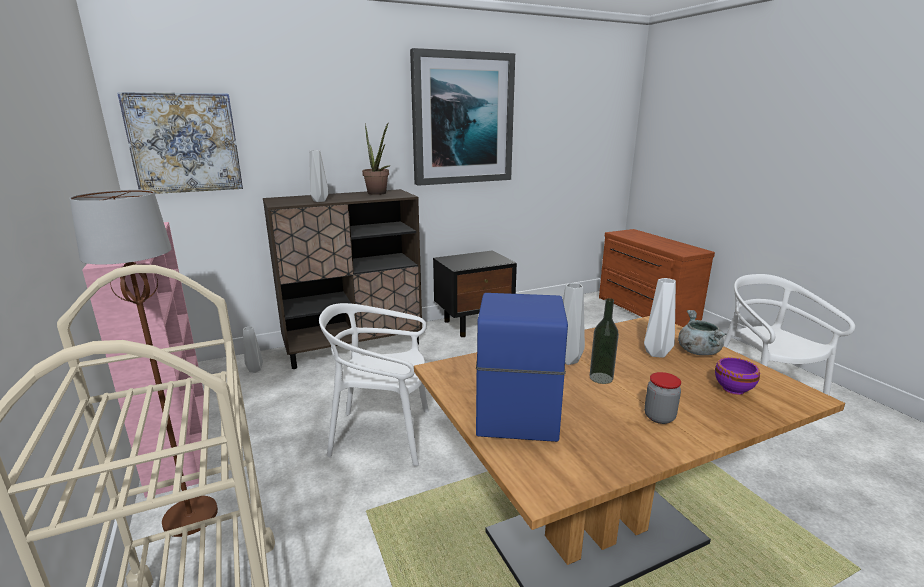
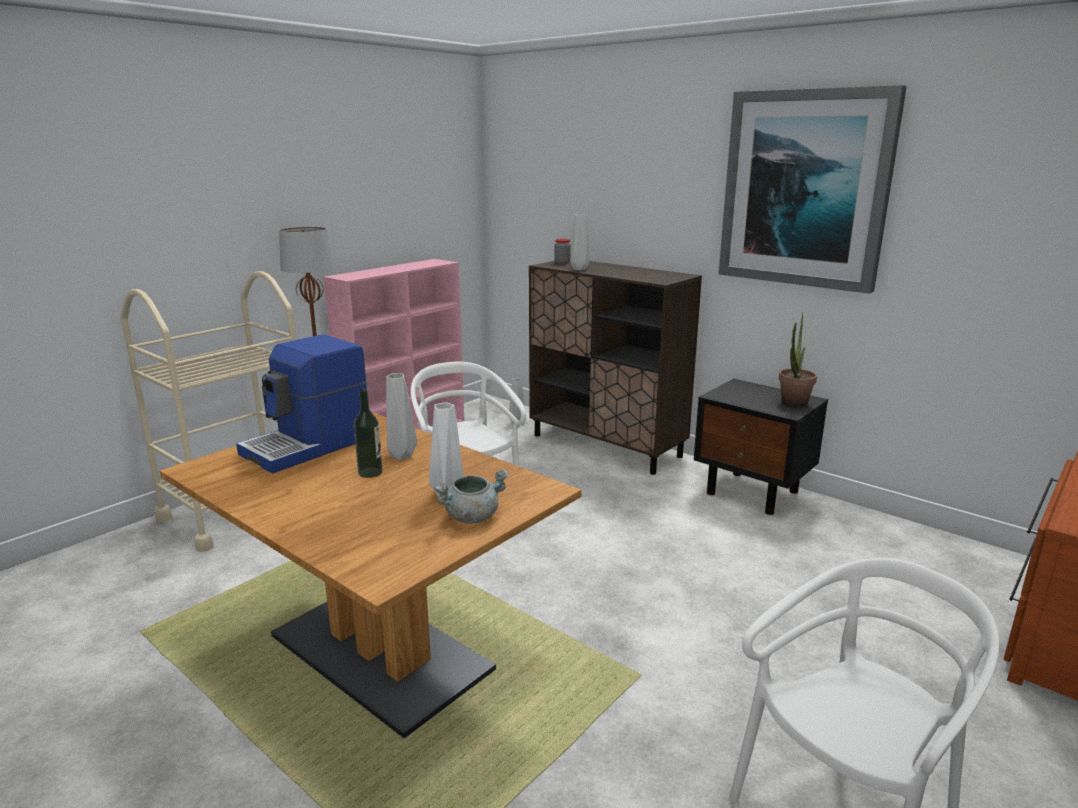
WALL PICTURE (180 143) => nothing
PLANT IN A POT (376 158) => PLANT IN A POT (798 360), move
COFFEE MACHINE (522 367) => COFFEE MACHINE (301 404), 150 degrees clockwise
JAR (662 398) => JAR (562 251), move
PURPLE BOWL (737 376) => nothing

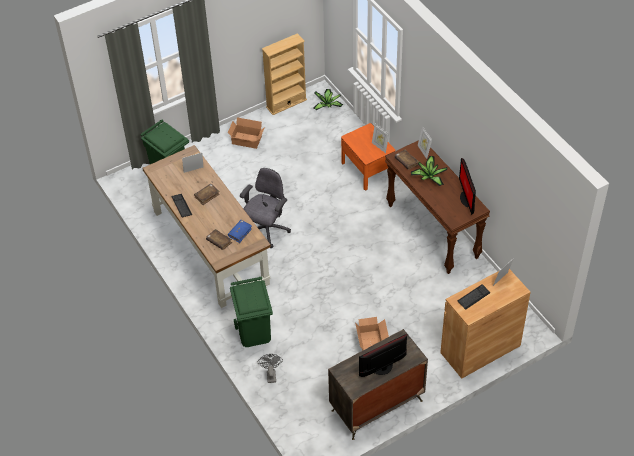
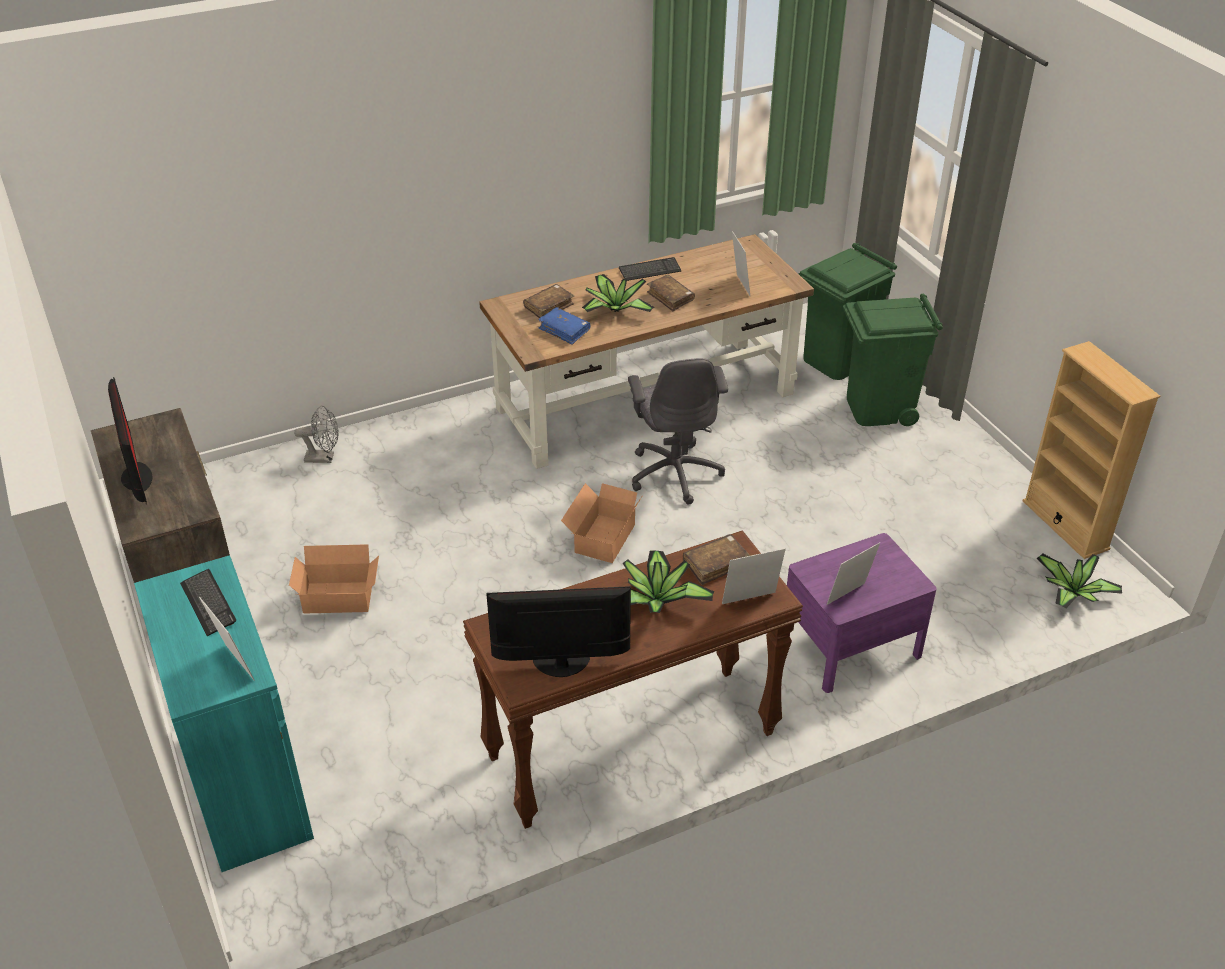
PACKING BOX (246 133) => PACKING BOX (602 523), move
GREENISH RUBBISH BIN (251 312) => GREENISH RUBBISH BIN (893 360), move
GREYISH DESK CHAIR (265 208) => GREYISH DESK CHAIR (678 431), 45 degrees clockwise
ORANGE BEDSIDE TABLE (368 156) => PURPLE BEDSIDE TABLE (862 613)
BROWNISH CABINET (485 324) => TURQUOISE CABINET (224 713)
nothing => PLANT IN A POT (618 293)

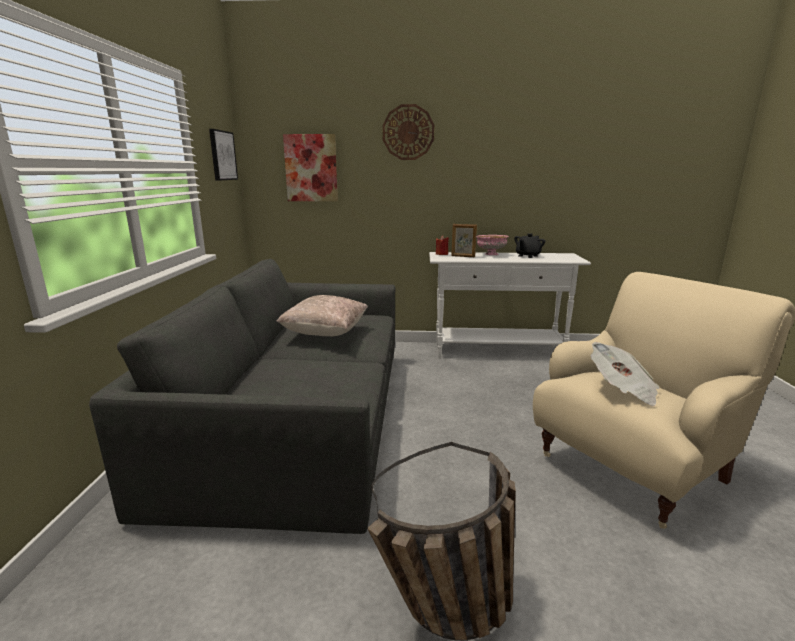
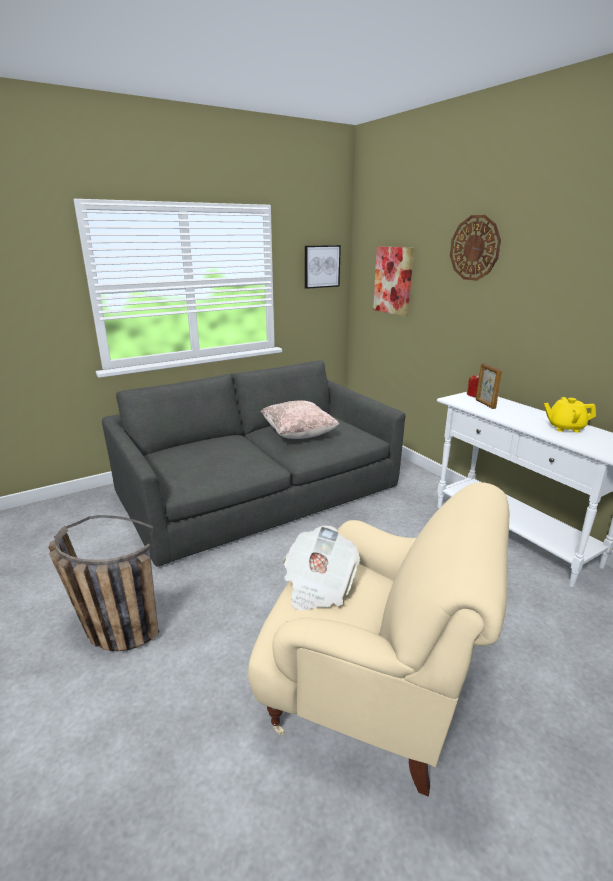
PINKISH BOWL (492 245) => nothing
BLACK TEA POT (529 245) => YELLOW TEA POT (570 415)

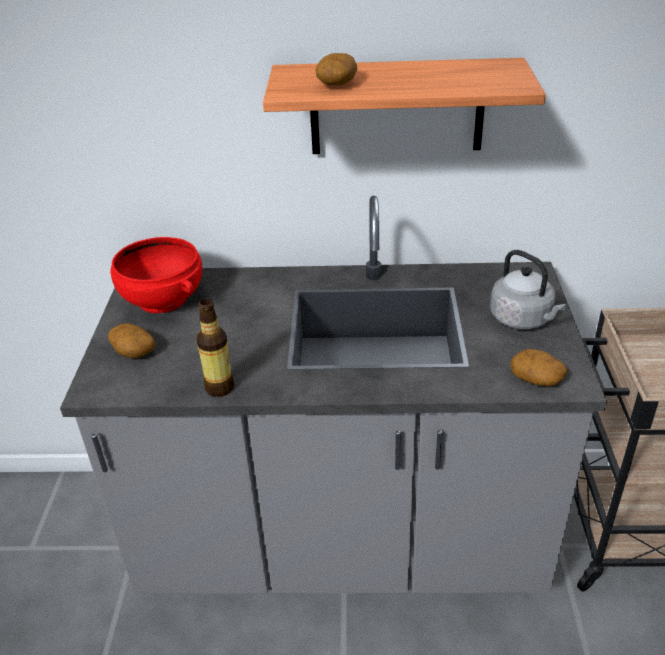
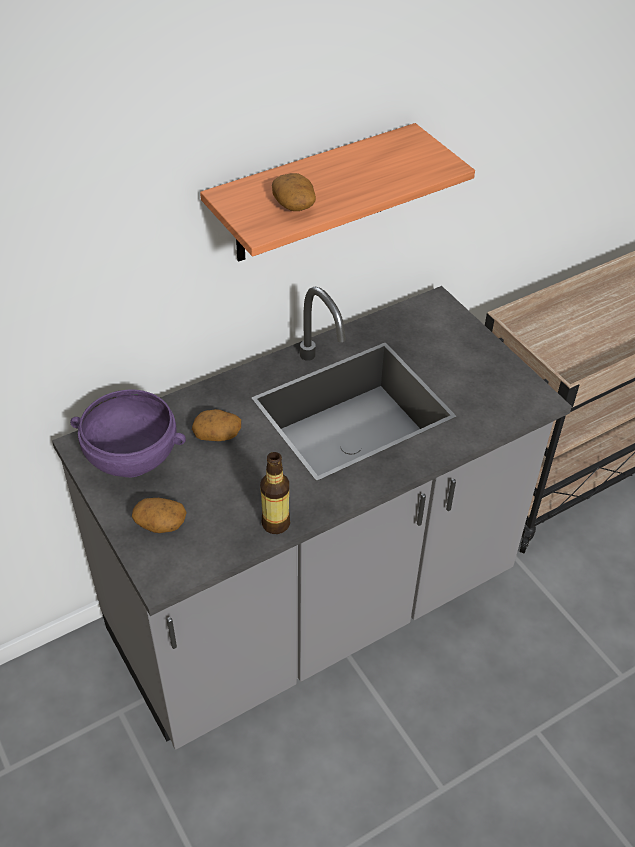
REDDISH BOWL (156 275) => PURPLE BOWL (128 433)
GREYISH KETTLE (528 289) => nothing
SPUD (538 367) => SPUD (216 425), move

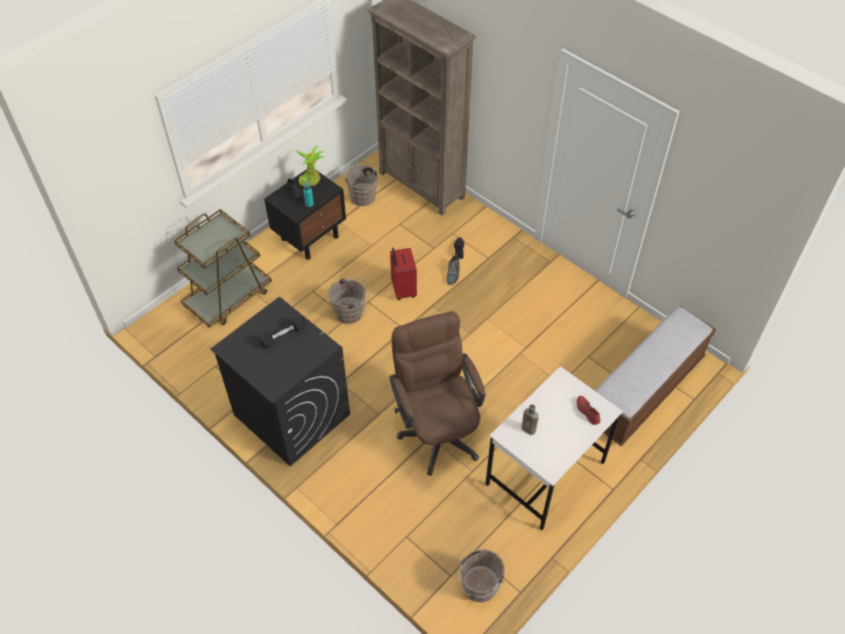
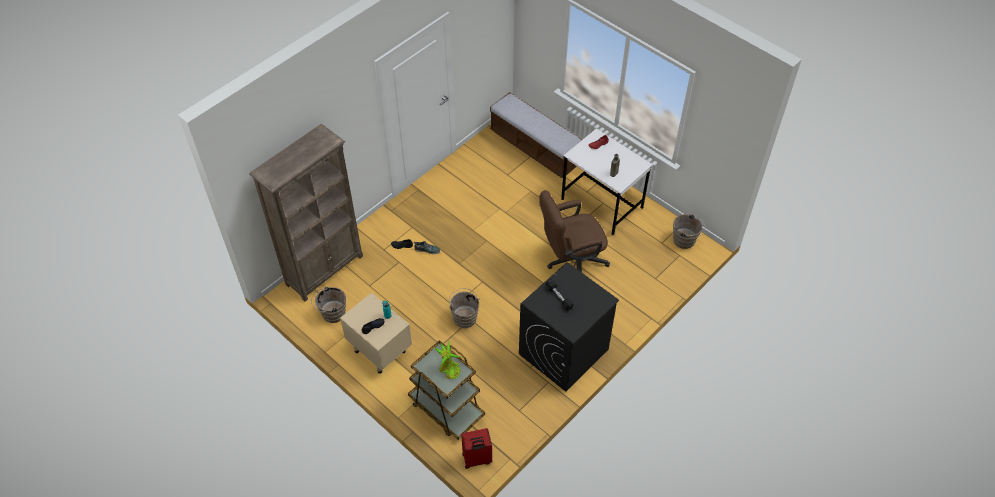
BLACK BEDSIDE TABLE (305 214) => BEIGE BEDSIDE TABLE (376 333)
PLANT IN A POT (310 166) => PLANT IN A POT (447 360), move
REDDISH SUITCASE (403 274) => REDDISH SUITCASE (476 448), move

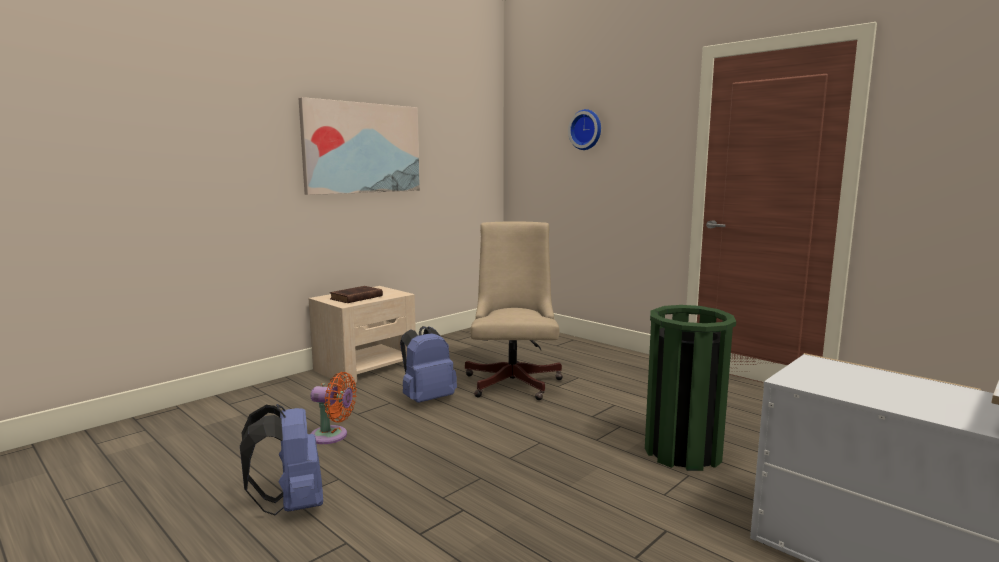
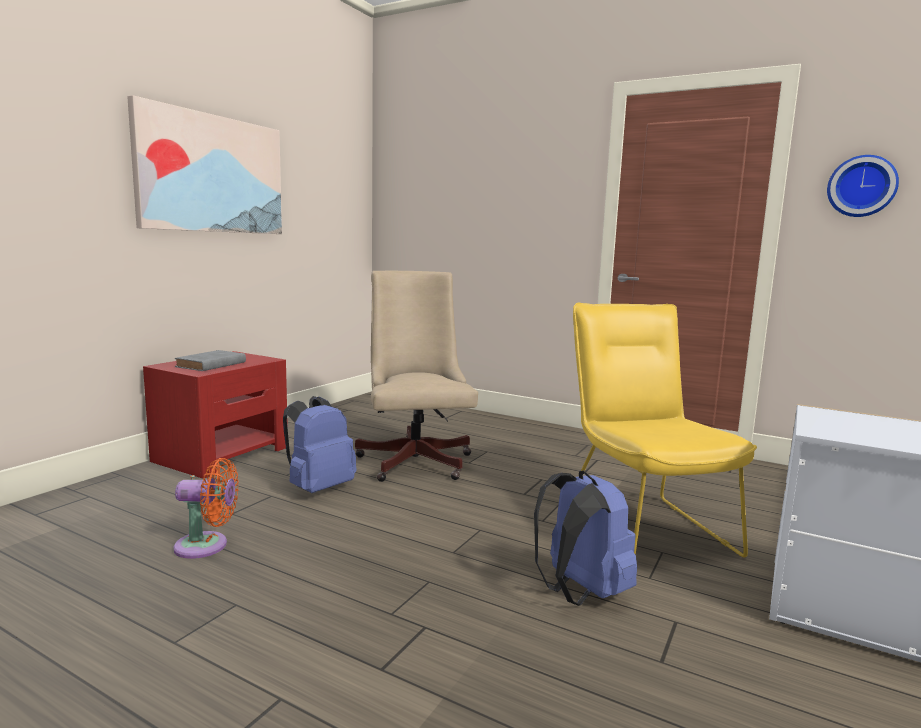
BLUE BACKPACK (281 459) => BLUE BACKPACK (585 538), move
BEIGE BEDSIDE TABLE (362 336) => REDDISH BEDSIDE TABLE (215 414)
BROWNISH BOUND BOOK (356 294) => GREYISH BOUND BOOK (210 360)
WALL CLOCK (584 129) => WALL CLOCK (863 186), move
GREENISH RUBBISH BIN (690 388) => YELLOW CHAIR (665 430)

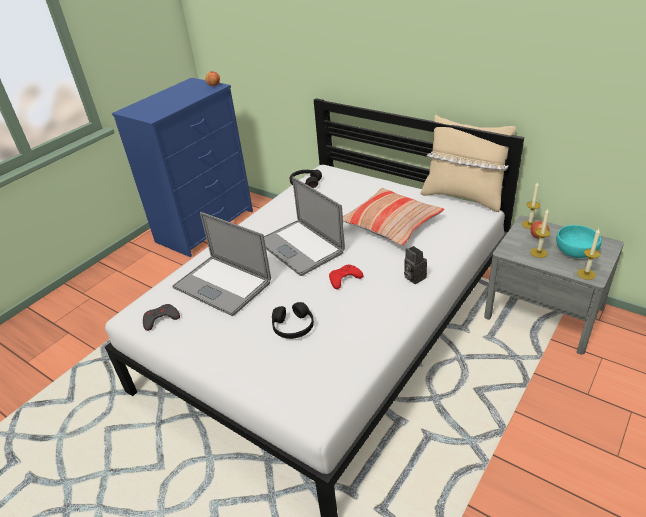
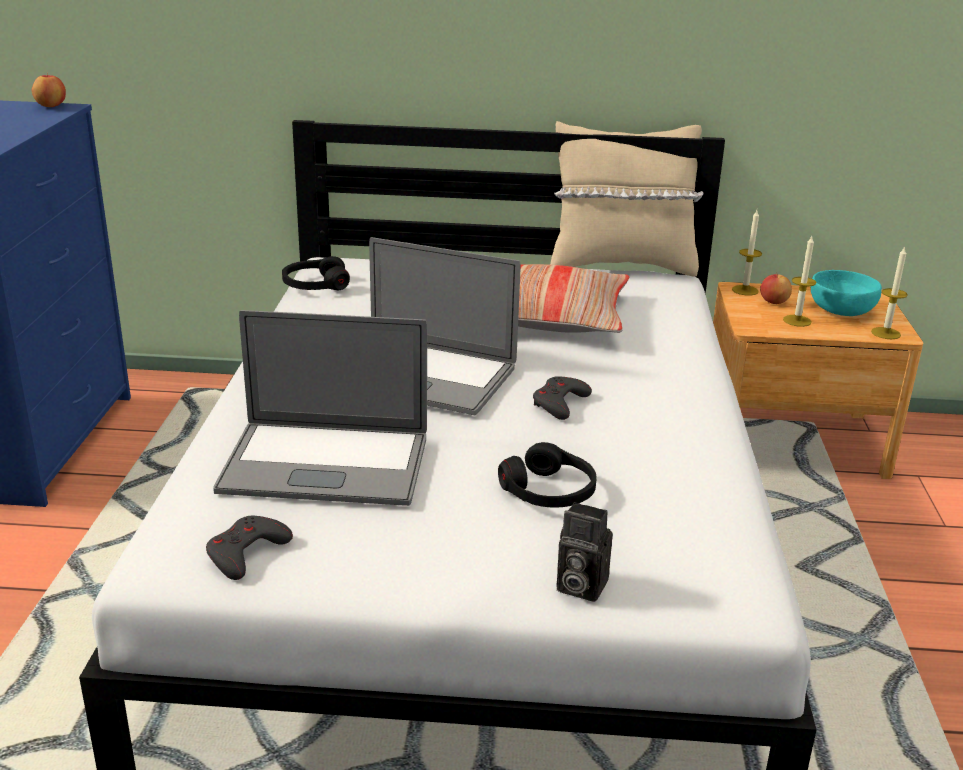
REDDISH GAME CONTROLLER (346 277) => GREYISH GAME CONTROLLER (562 398)
STILL CAMERA (415 265) => STILL CAMERA (584 552), move
GREYISH BEDSIDE TABLE (554 285) => BROWNISH BEDSIDE TABLE (818 380)

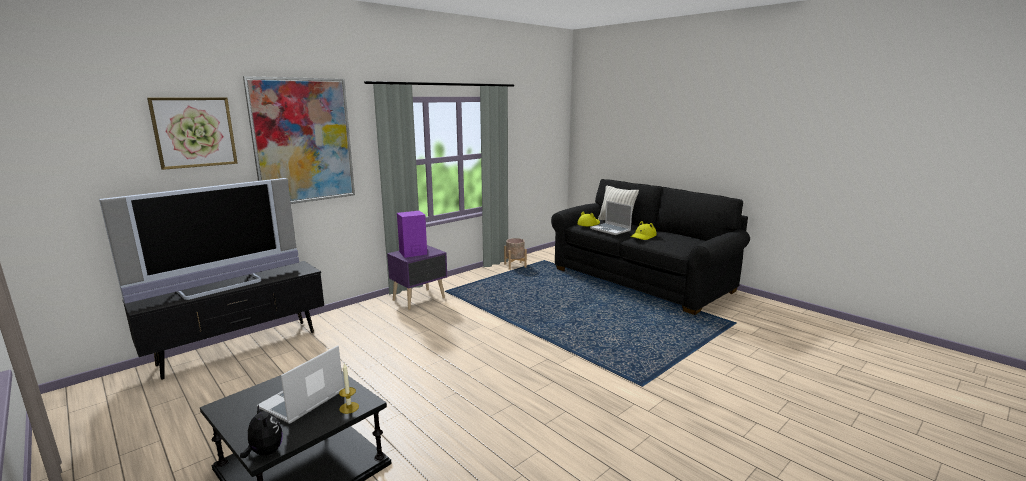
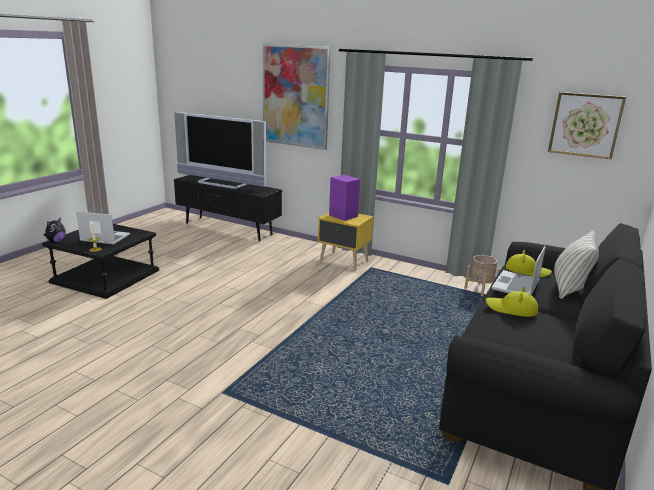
WALL PICTURE (192 134) => WALL PICTURE (587 125), move
PURPLE BEDSIDE TABLE (417 277) => YELLOW BEDSIDE TABLE (345 241)

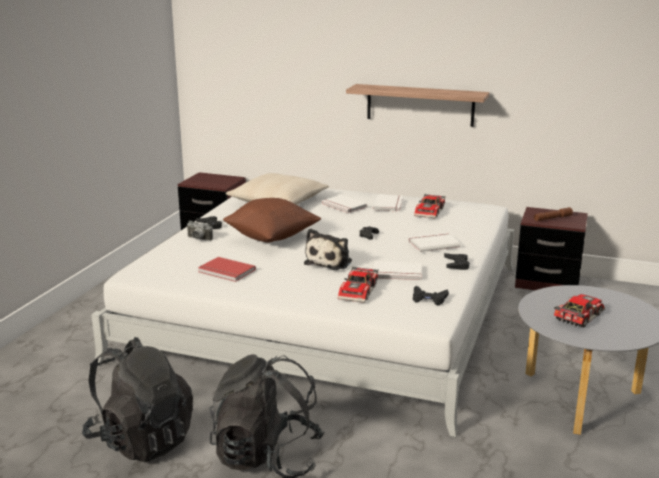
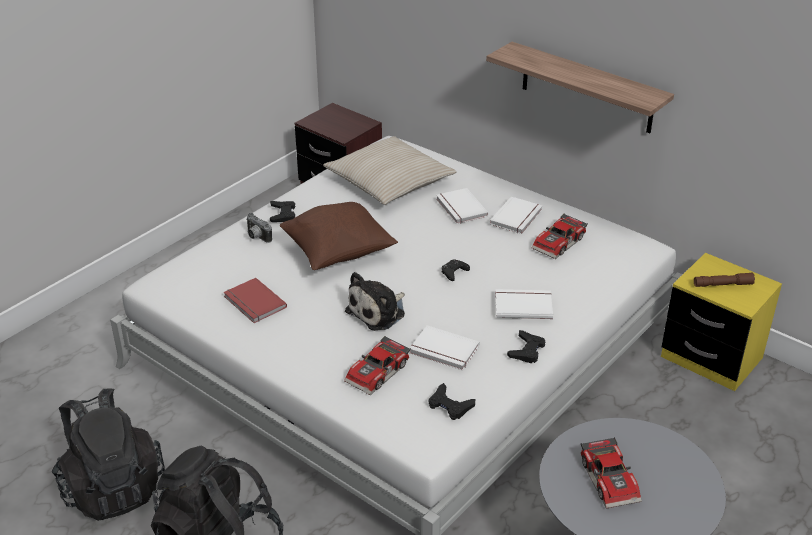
BROWNISH BEDSIDE TABLE (551 248) => YELLOW BEDSIDE TABLE (721 322)
MODEL CAR (579 310) => MODEL CAR (611 473), 105 degrees clockwise

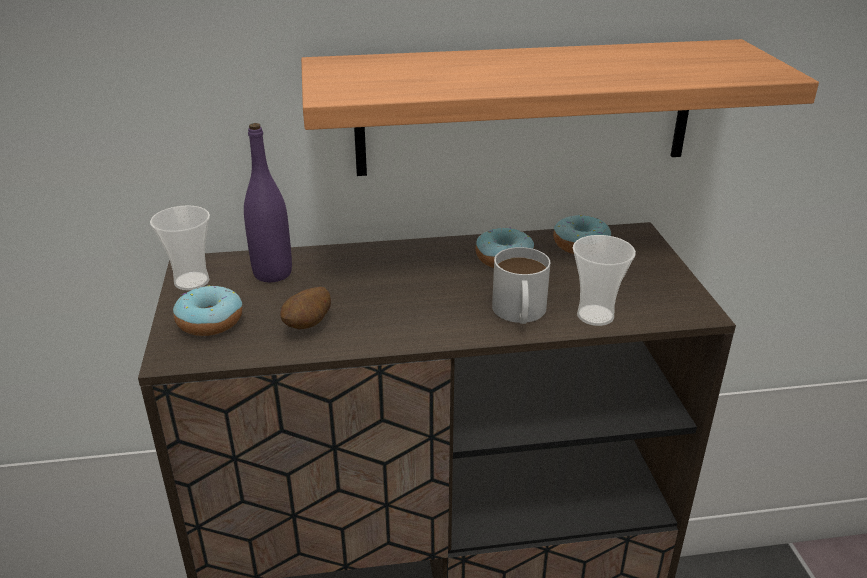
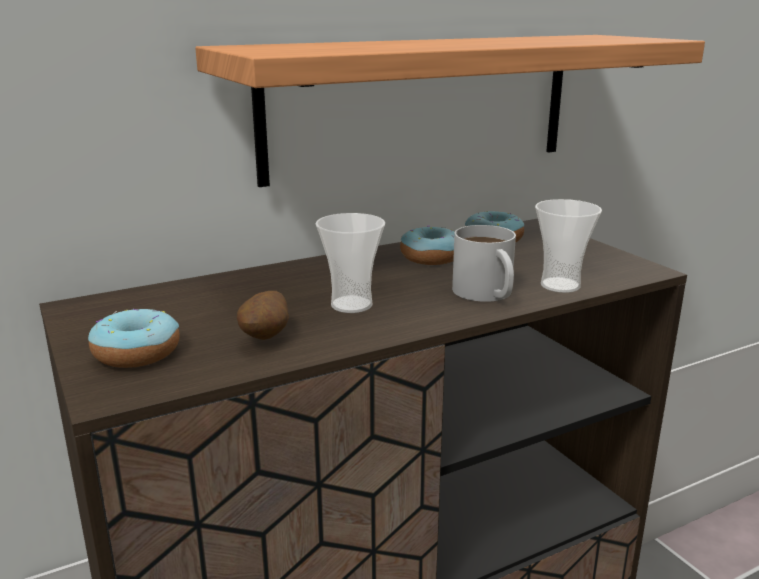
CUP (180 247) => CUP (350 263), move
PURPLE BOTTLE (268 202) => nothing

